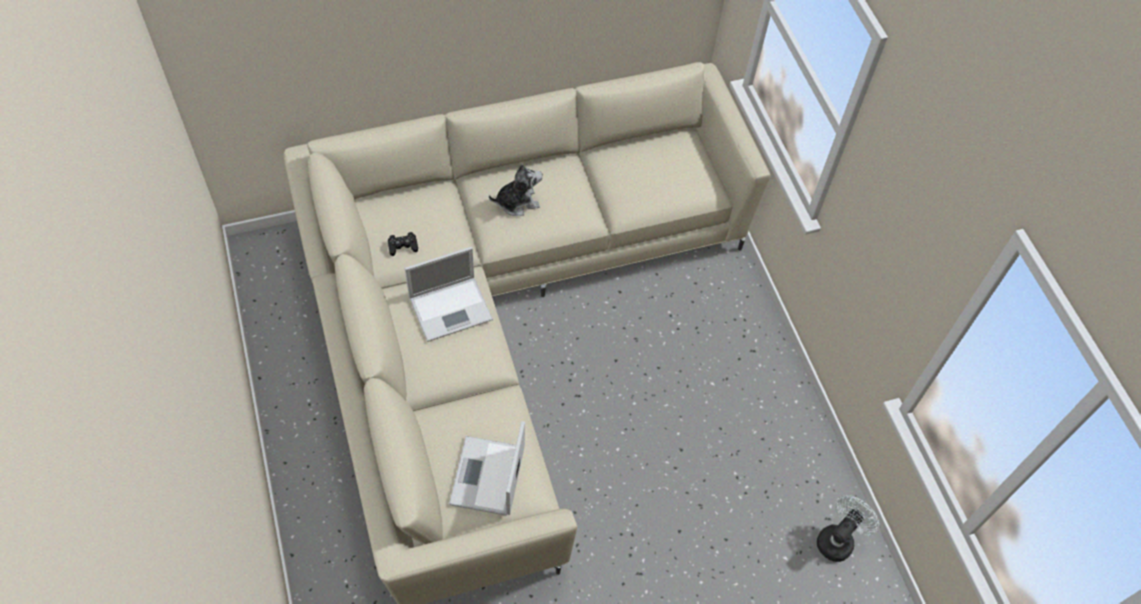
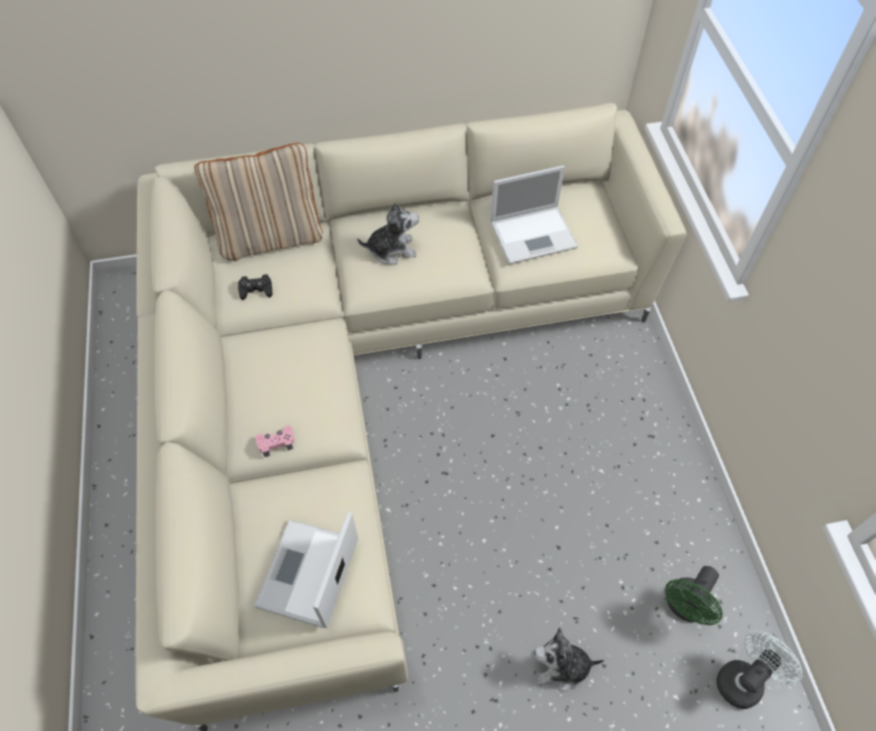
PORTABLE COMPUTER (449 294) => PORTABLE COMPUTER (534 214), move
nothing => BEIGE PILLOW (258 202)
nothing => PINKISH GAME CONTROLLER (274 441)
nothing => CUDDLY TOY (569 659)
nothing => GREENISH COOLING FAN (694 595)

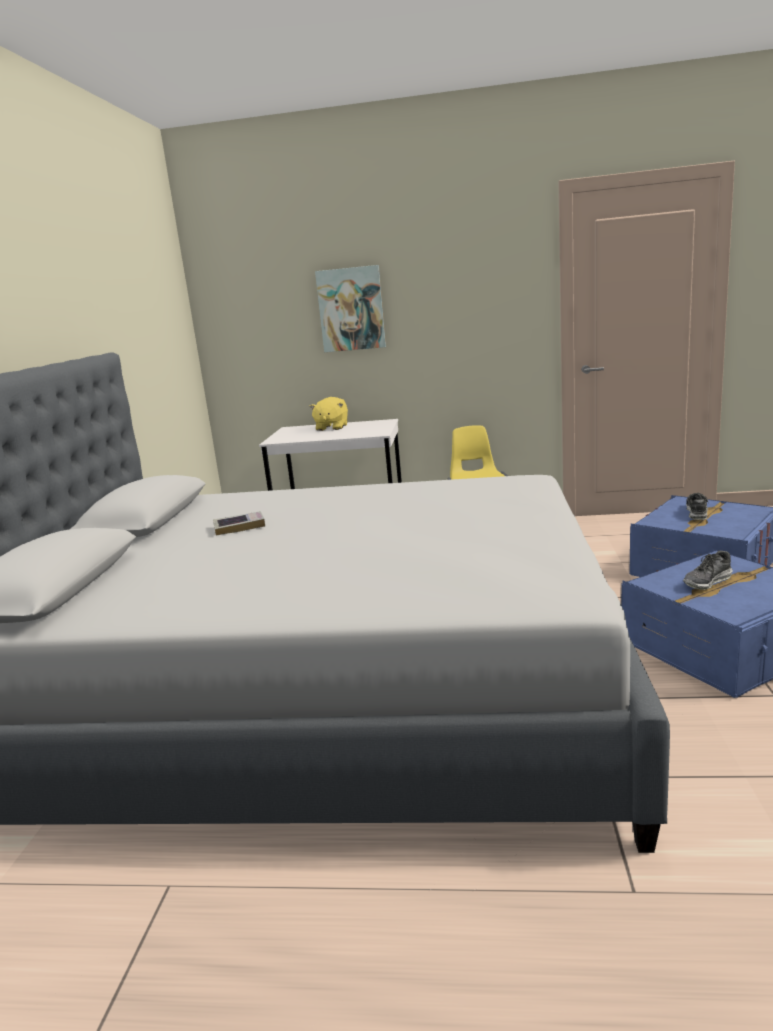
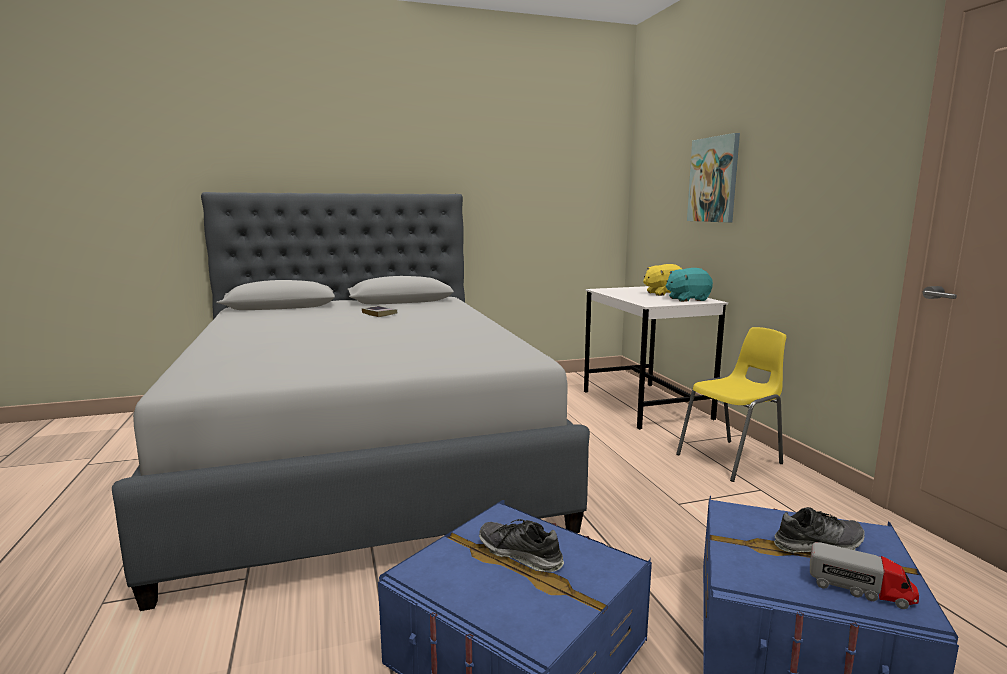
nothing => TURQUOISE CUDDLY TOY (689 285)
nothing => TOY TRUCK (864 575)

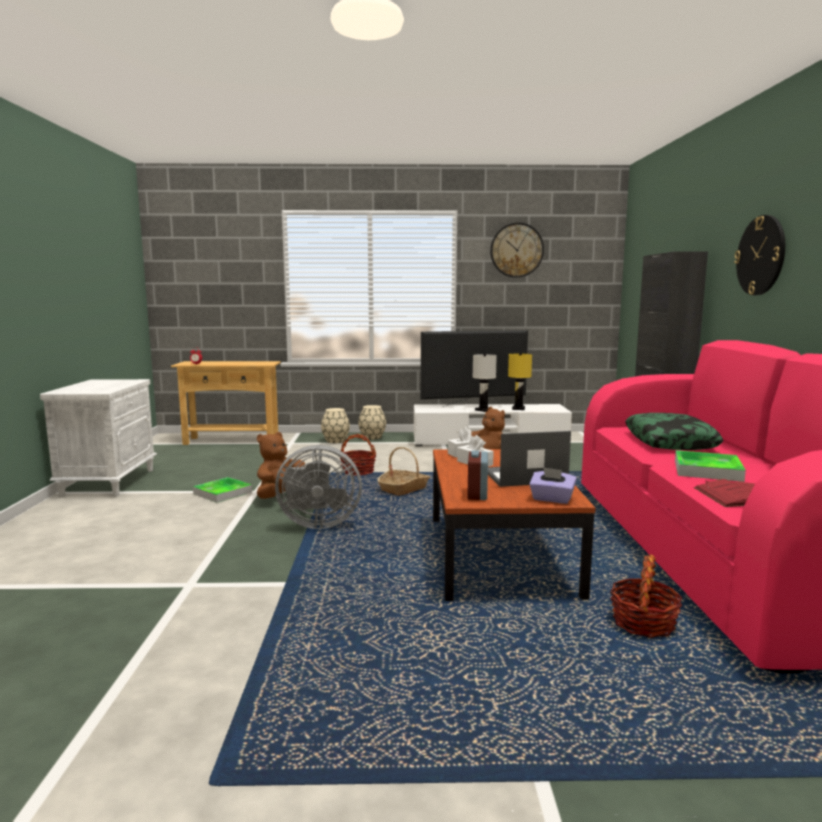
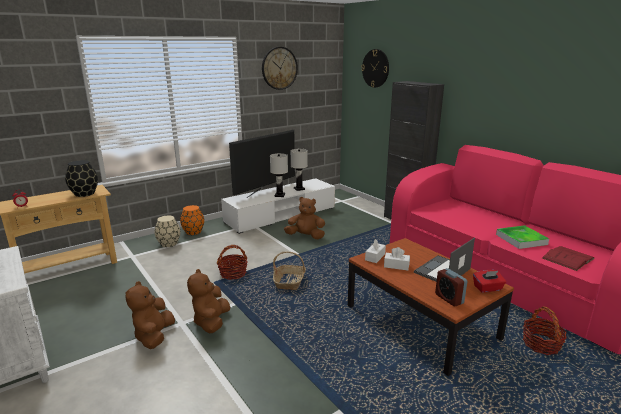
SERVING TRAY (222 490) => BROWNISH CUDDLY TOY (150 315)
GREYISH COOLING FAN (318 487) => nothing
BEIGE DECORATIVE VASE (372 422) => ORANGE DECORATIVE VASE (192 220)
YELLOW LAMP FOR A TABLE (520 381) => WHITISH LAMP FOR A TABLE (299 170)
PURPLE TISSUE HOLDER (553 485) => REDDISH TISSUE HOLDER (489 281)
PILLOW (674 431) => nothing
WALL CLOCK (759 255) => WALL CLOCK (375 68), move
nothing => BLACK DECORATIVE VASE (81 178)

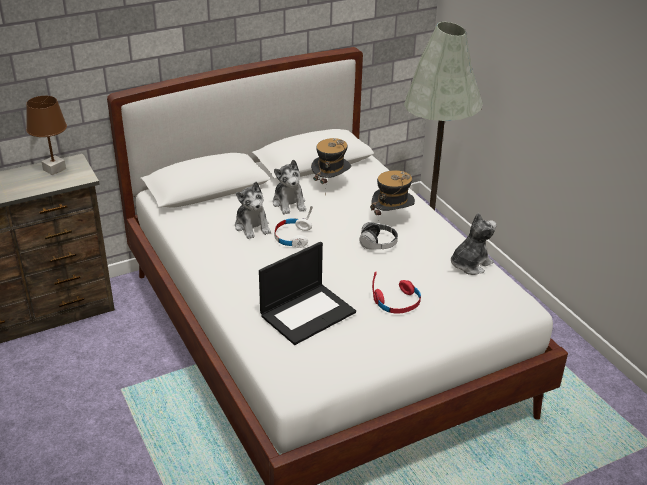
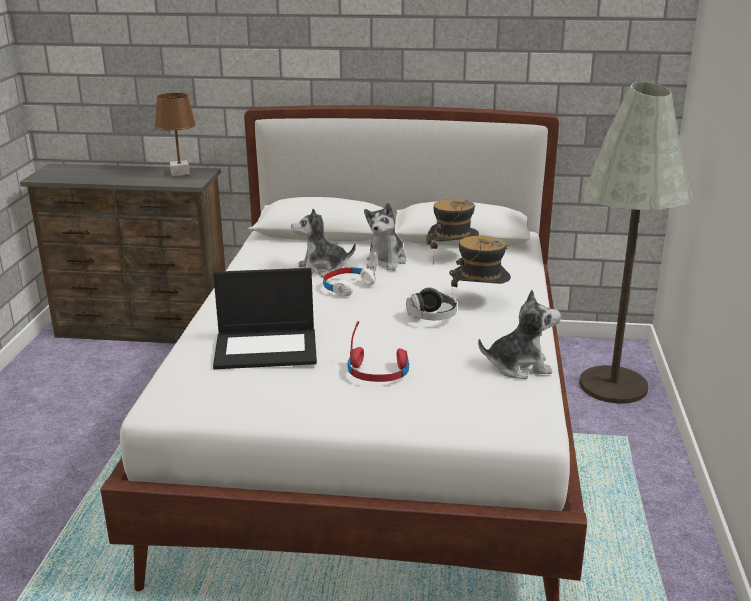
CUDDLY TOY (253 210) => CUDDLY TOY (323 242), 75 degrees clockwise

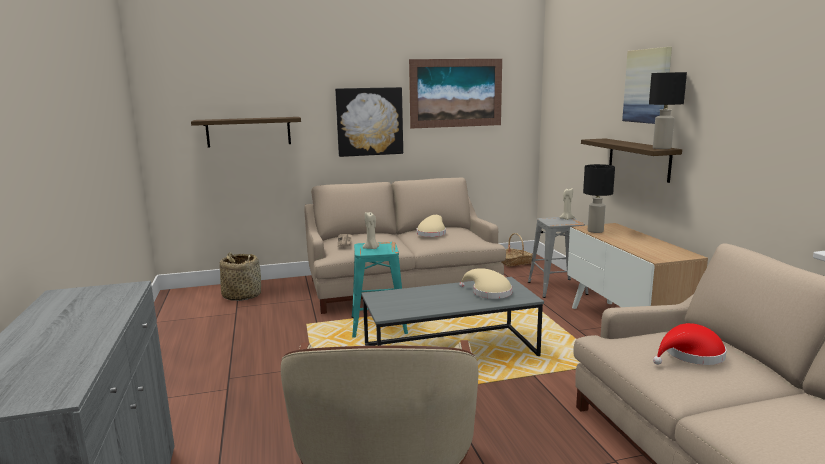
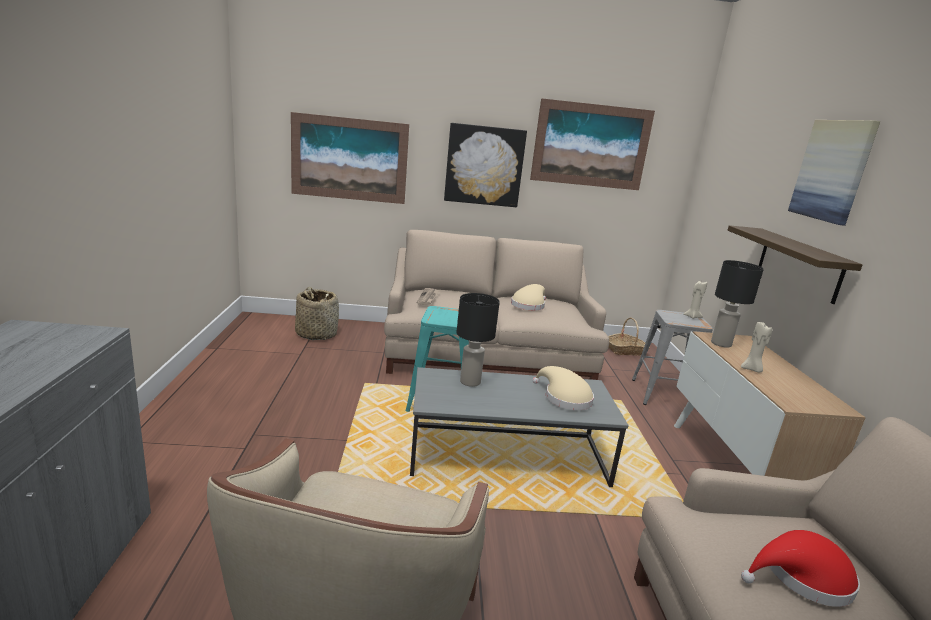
BRACKET SHELF (246 132) => WALL PICTURE (350 158)
BEIGE WAX CANDLE (371 230) => BEIGE WAX CANDLE (756 347), move
BLACK LAMP FOR A TABLE (668 110) => BLACK LAMP FOR A TABLE (478 340), move

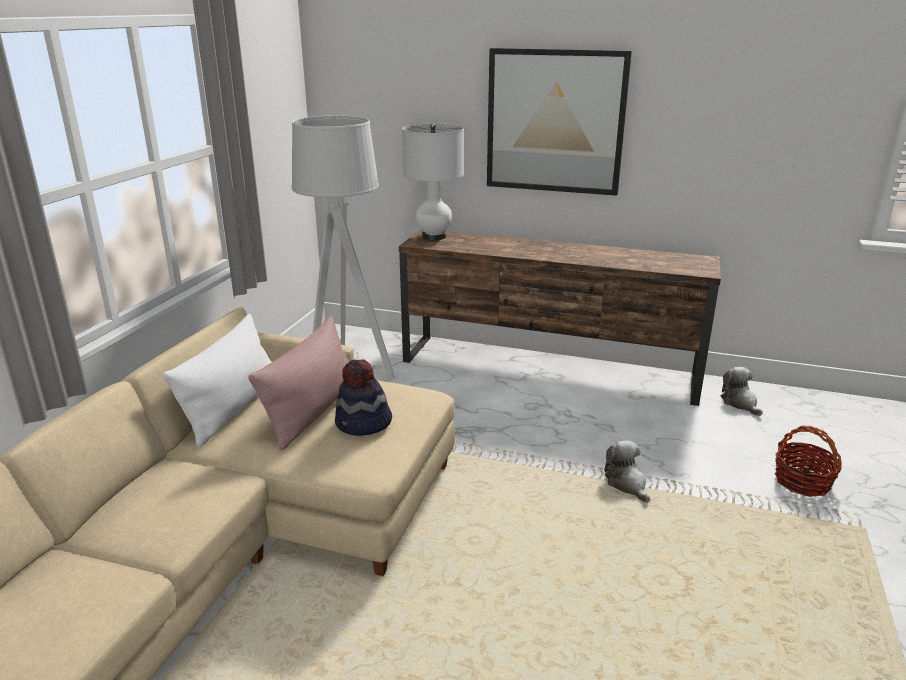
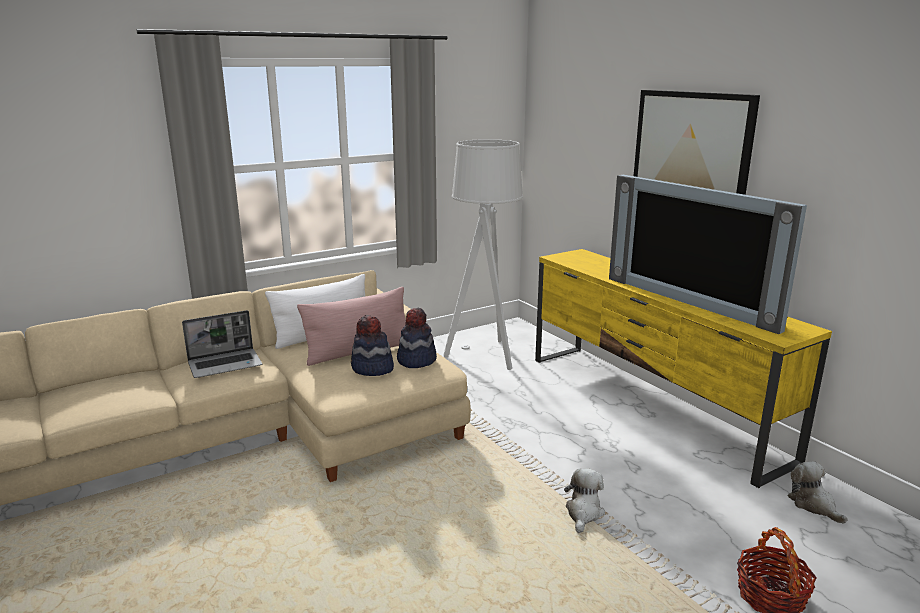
BROWNISH TV UNIT (560 317) => YELLOW TV UNIT (683 368)
WHITISH LAMP FOR A TABLE (433 181) => nothing
CUDDLY TOY (742 391) => CUDDLY TOY (817 492), 45 degrees counterclockwise
nothing => PORTABLE COMPUTER (222 344)
nothing => CLOTHING HAT (417 338)
nothing => TV (708 254)

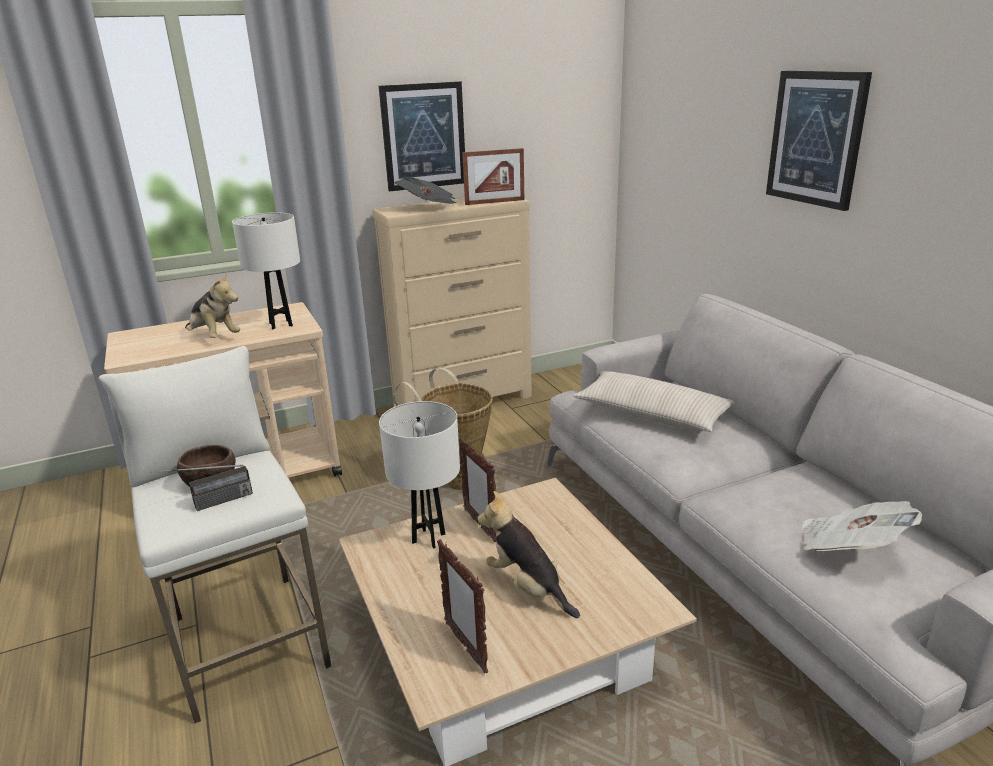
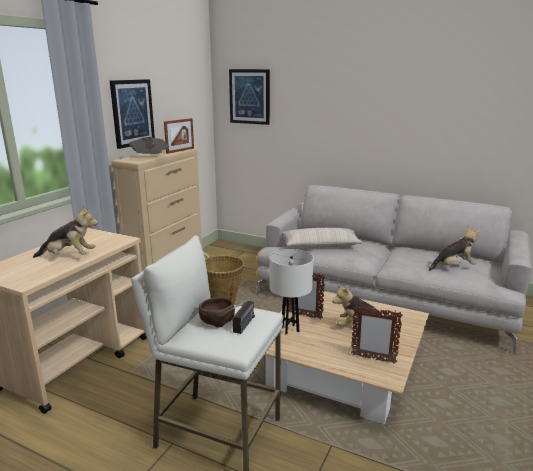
WHITISH LAMP FOR A TABLE (266 270) => nothing
WALL PICTURE (819 141) => WALL PICTURE (249 97), move
DAILY PAPER (862 526) => CUDDLY TOY (454 248)

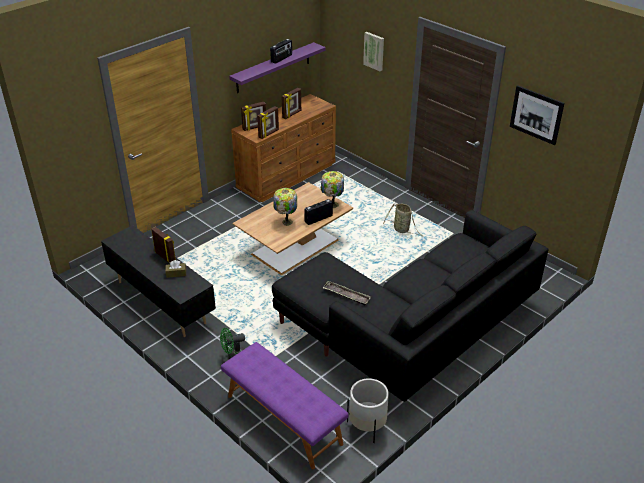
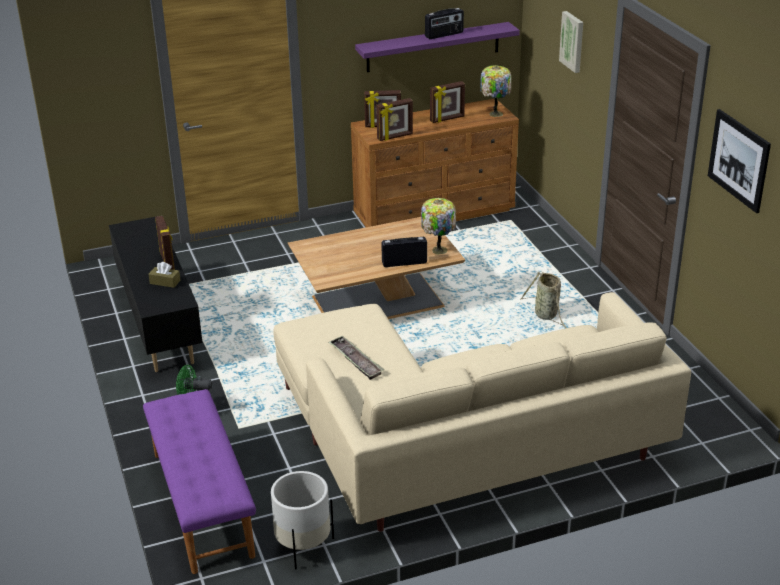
BLACK SETTEE (410 306) => BEIGE SETTEE (482 412)
LAMP FOR A TABLE (285 207) => LAMP FOR A TABLE (495 91), move

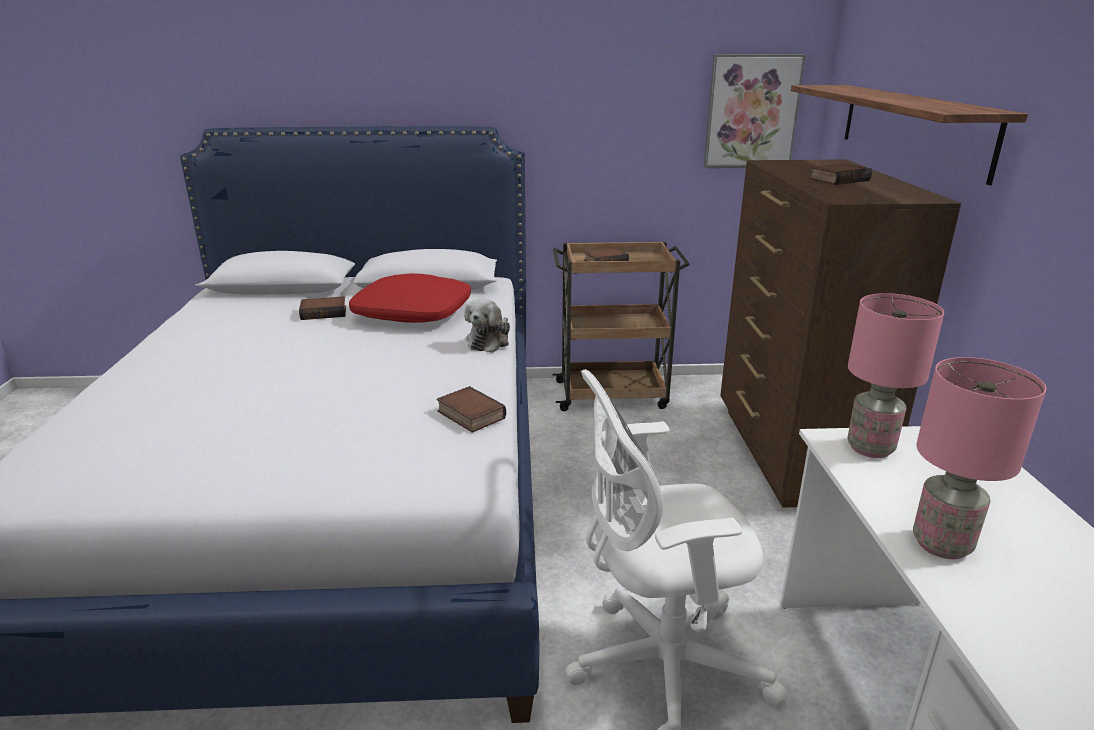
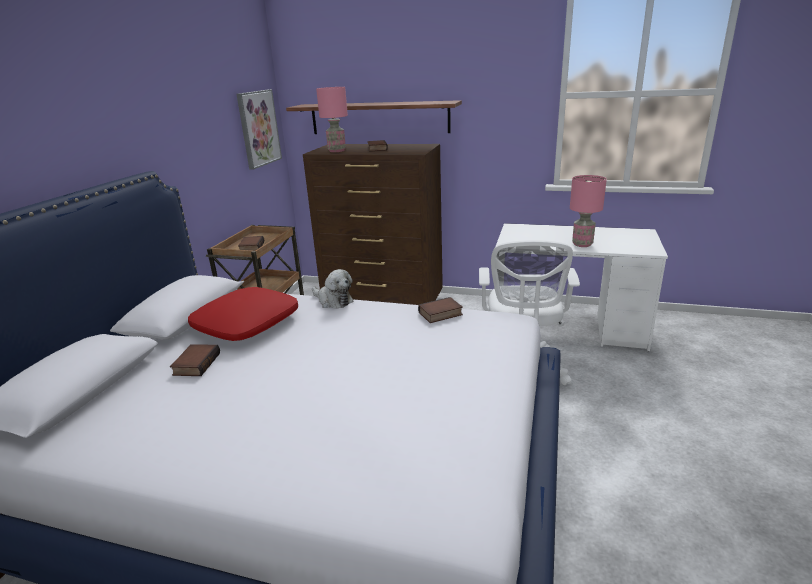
PINKISH LAMP FOR A TABLE (895 375) => PINKISH LAMP FOR A TABLE (332 119), move

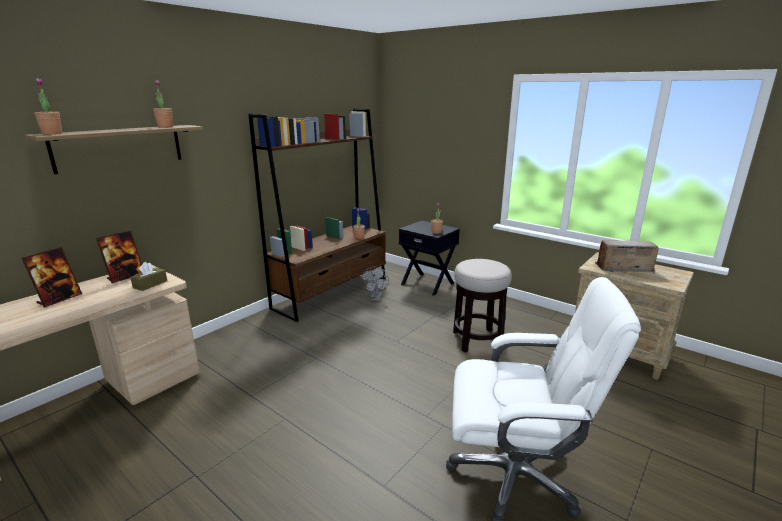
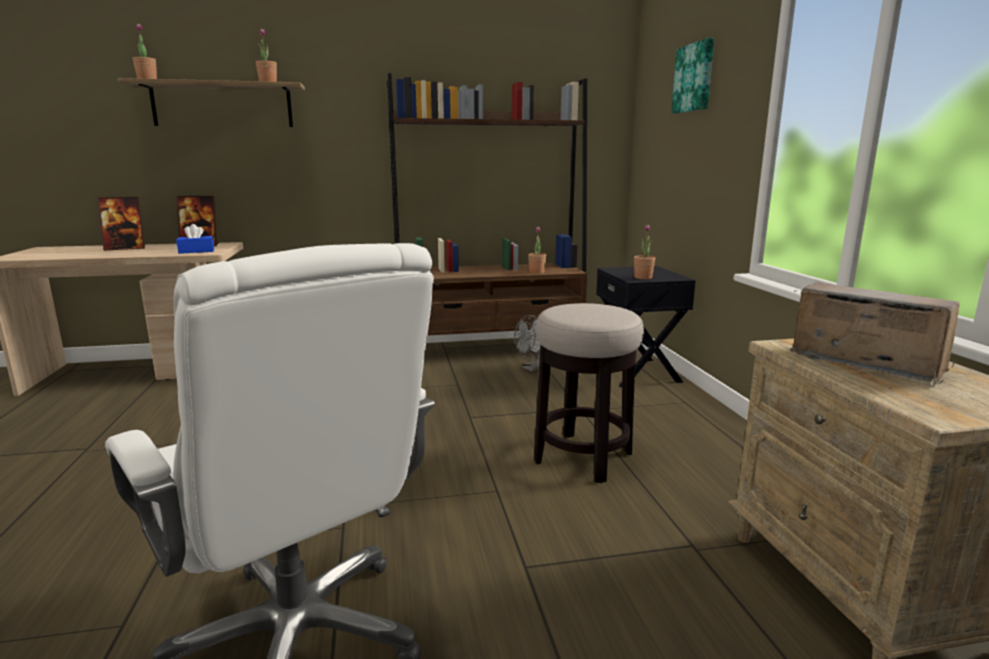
BROWNISH TISSUE HOLDER (148 276) => BLUE TISSUE HOLDER (195 239)
nothing => WALL PICTURE (692 76)

